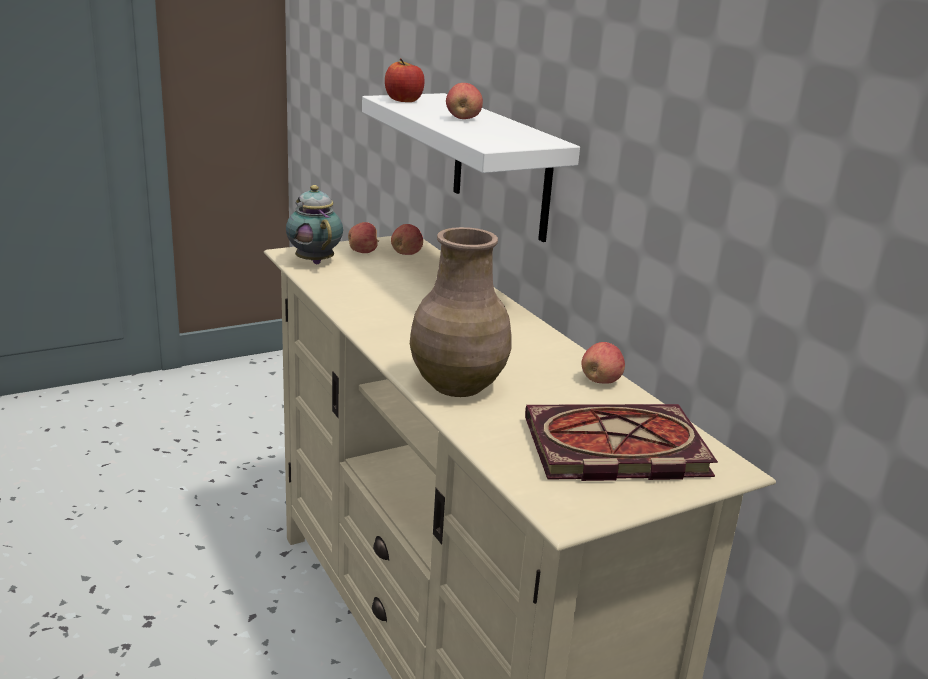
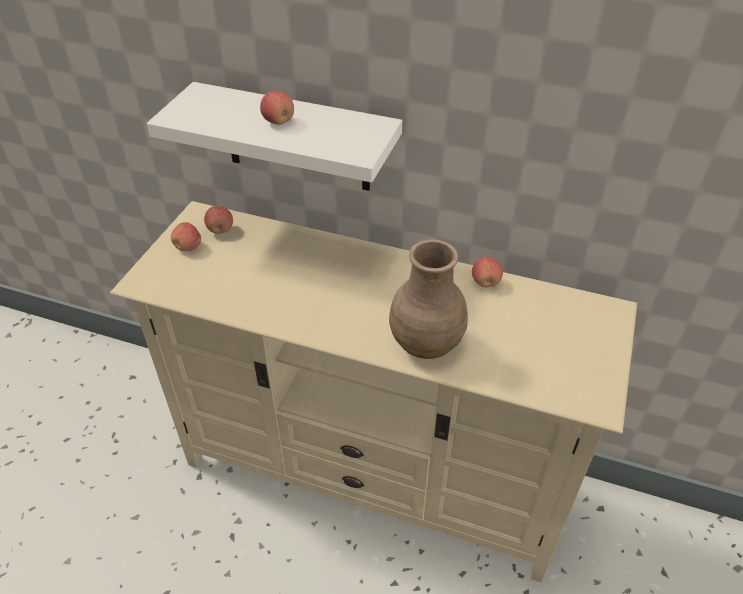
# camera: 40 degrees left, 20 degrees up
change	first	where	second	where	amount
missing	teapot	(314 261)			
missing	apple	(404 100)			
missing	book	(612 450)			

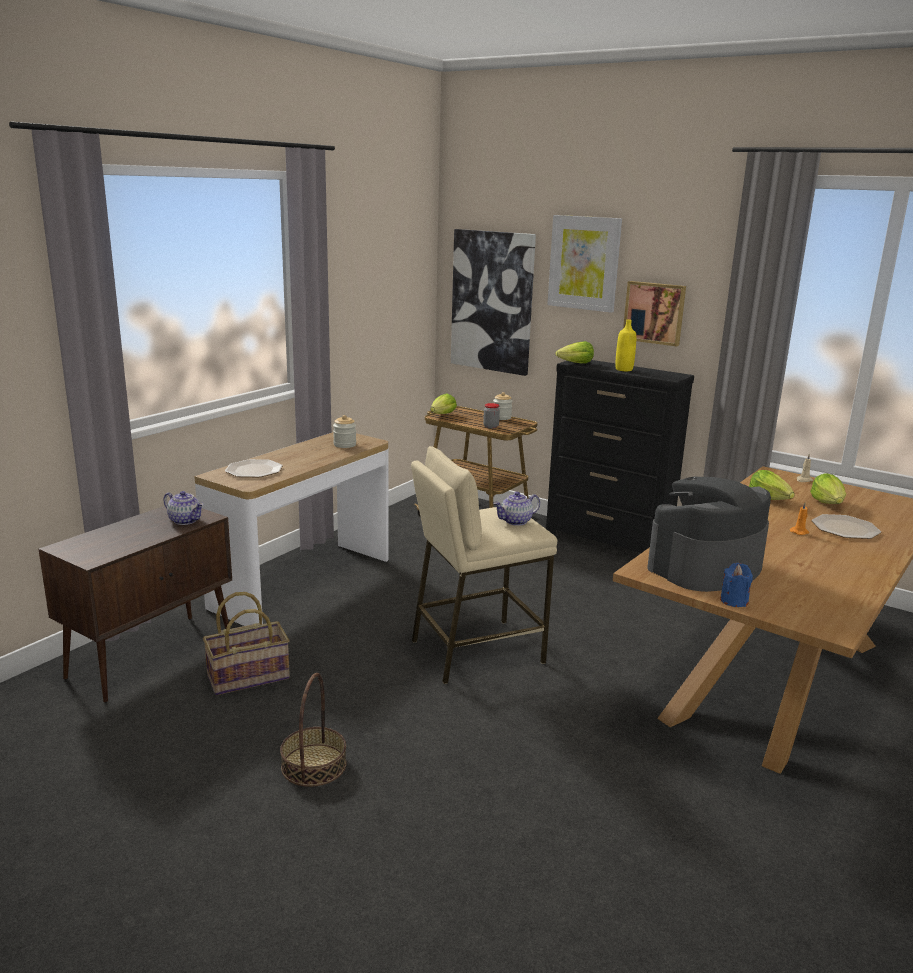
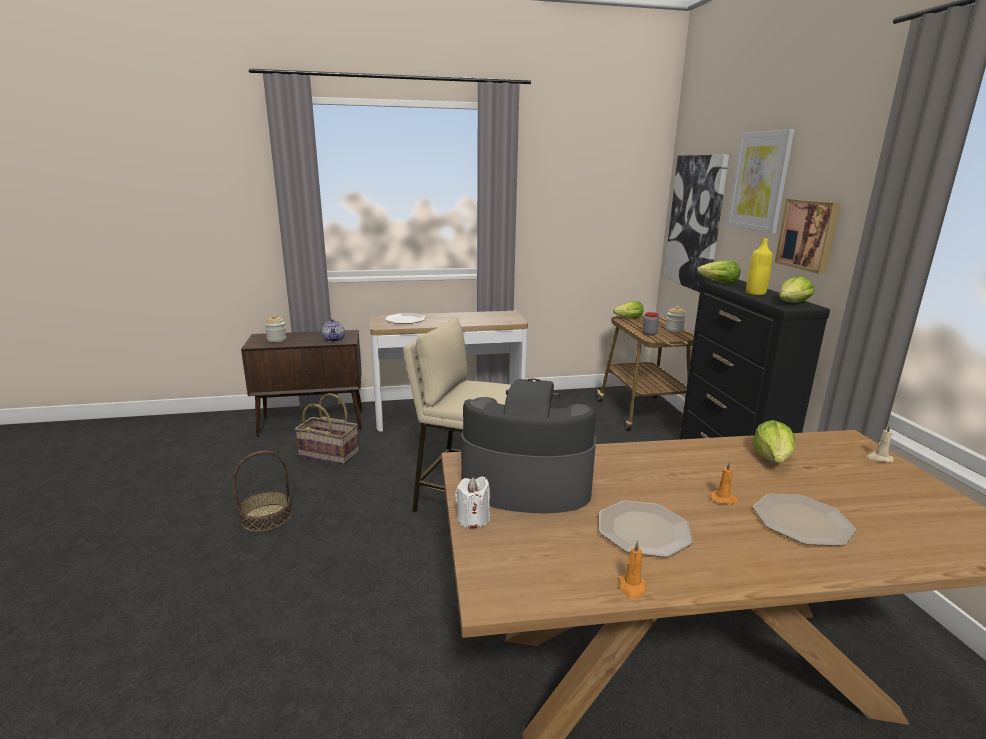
# camera: 45 degrees right, 0 degrees up
change	first	where	second	where	amount
missing	teapot	(516 521)			
appeared			plate	(643 529)	
appeared			candle in orange	(632 587)	
relocated	jar	(344 445)		(276 339)	
relocated	lettuce	(828 503)		(792 303)	
colour	candle in blue	(734 601)	candle in white	(473 519)	

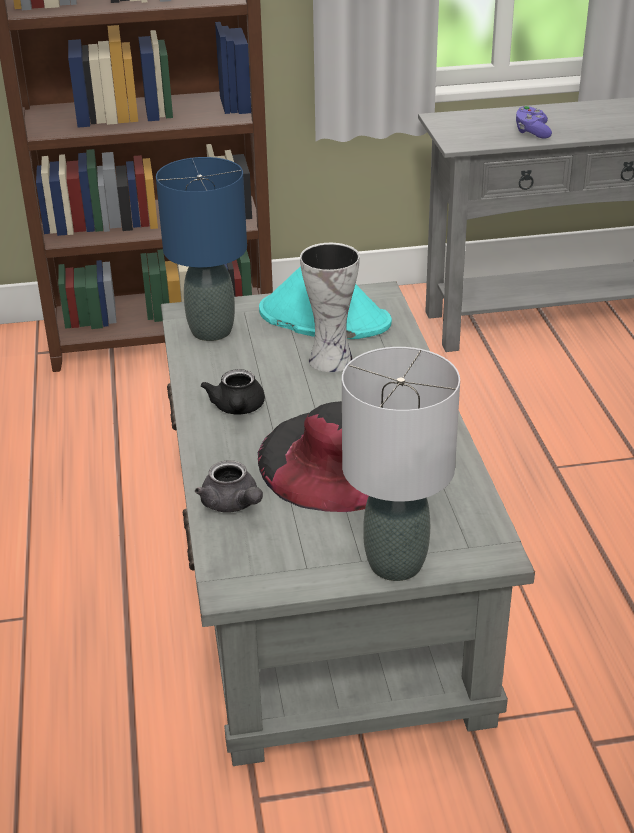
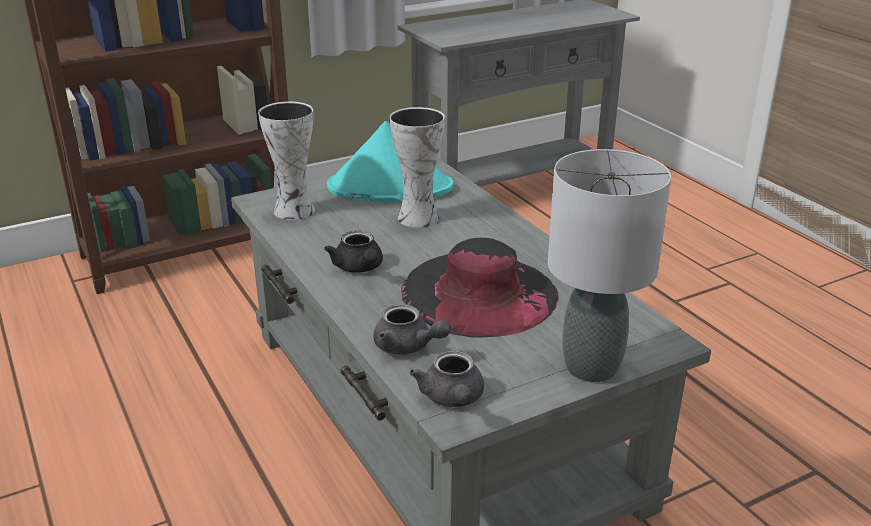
# camera: 20 degrees left, 5 degrees down
change	first	where	second	where	amount
missing	game controller in purple	(532 132)			
appeared			teapot in grey	(452 399)	
exchanged	table lamp in blue	(211 331)	vase	(293 212)	

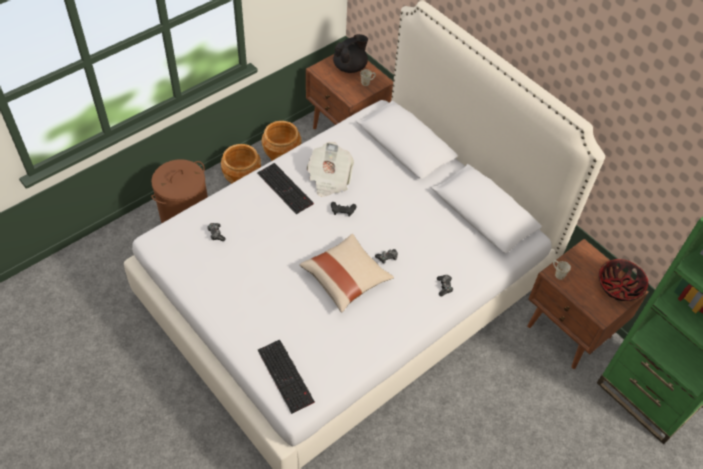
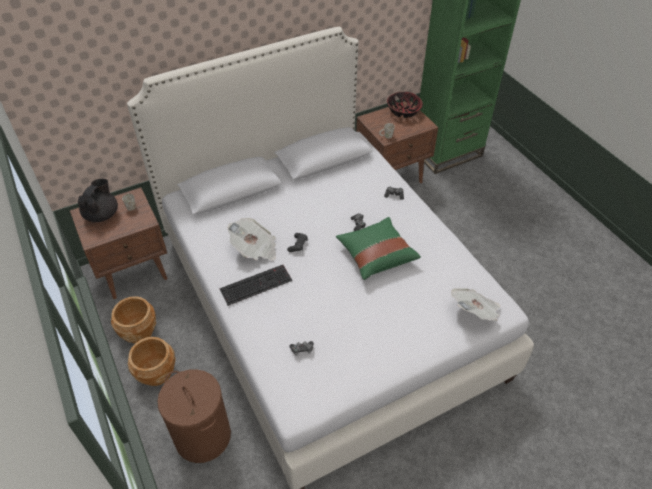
# camera: 75 degrees left, 5 degrees down
change	first	where	second	where	amount
exchanged	keyboard	(287 376)	newspaper	(475 312)	
colour	pillow in beige	(346 279)	pillow in green	(376 255)	
spun	teapot in black	(350 67)		(102 215)	45 degrees clockwise

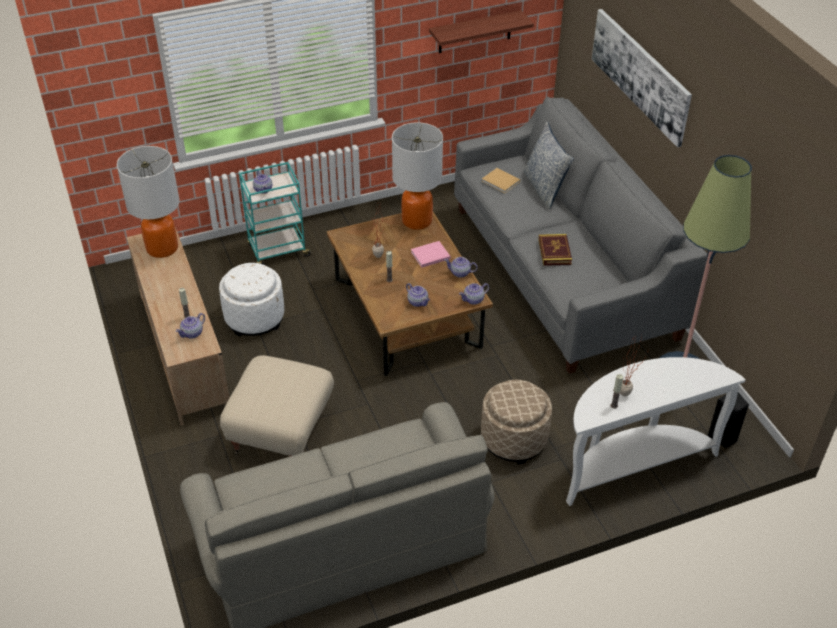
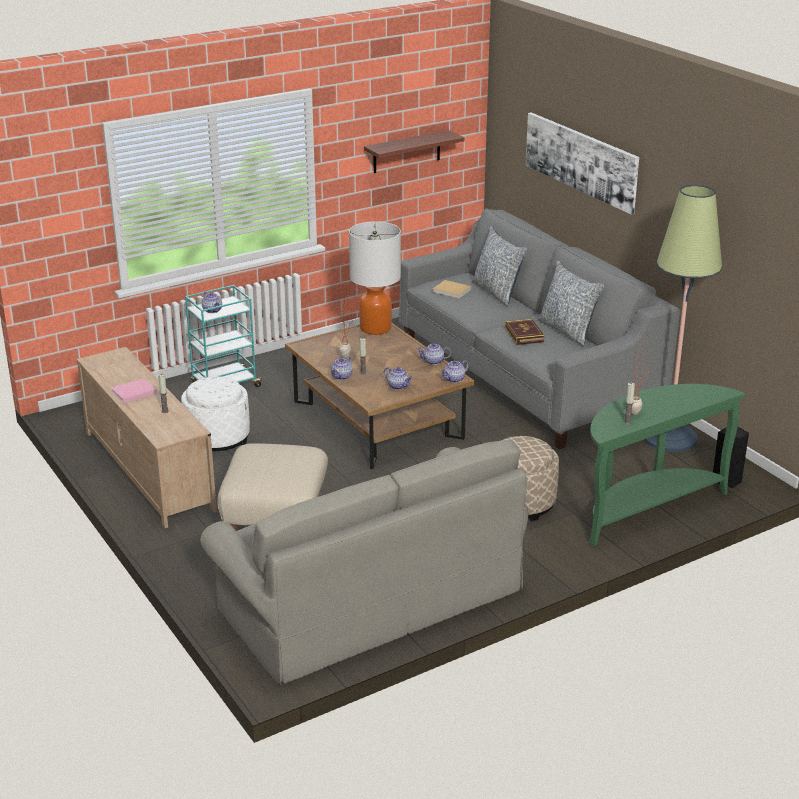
# camera: 10 degrees left, 15 degrees down
change	first	where	second	where	amount
missing	table lamp	(162 248)			
appeared			pillow	(568 331)	
relocated	teapot	(192 333)		(342 376)	
relocated	book in pink	(429 255)		(132 392)	
colour	console table in white	(633 463)	console table in green	(646 508)	

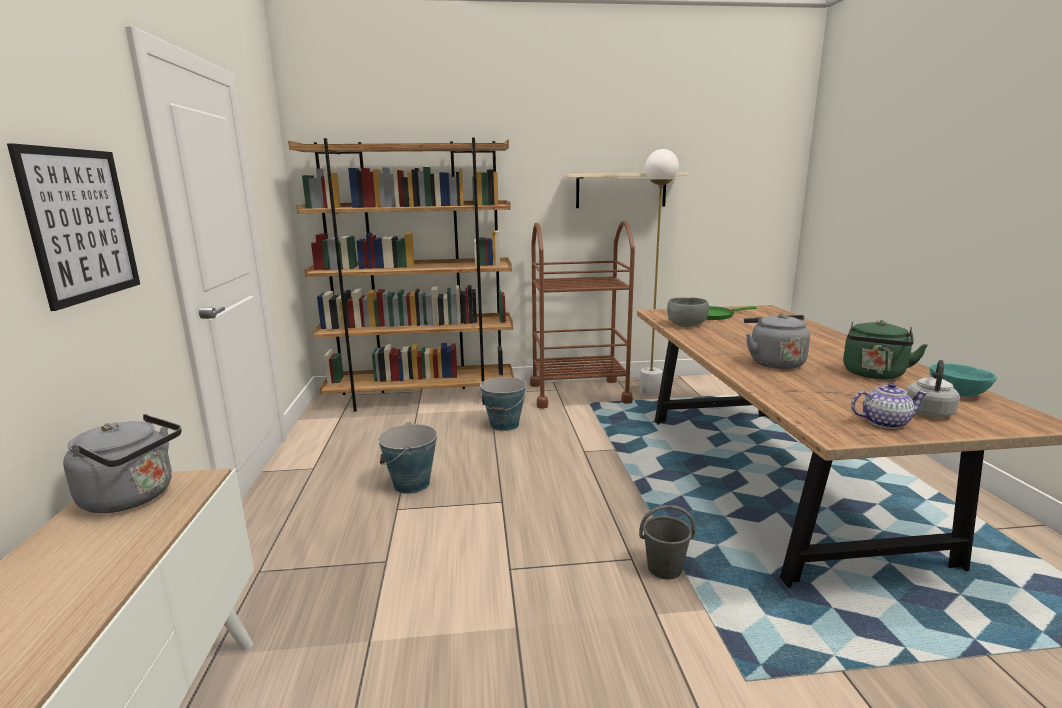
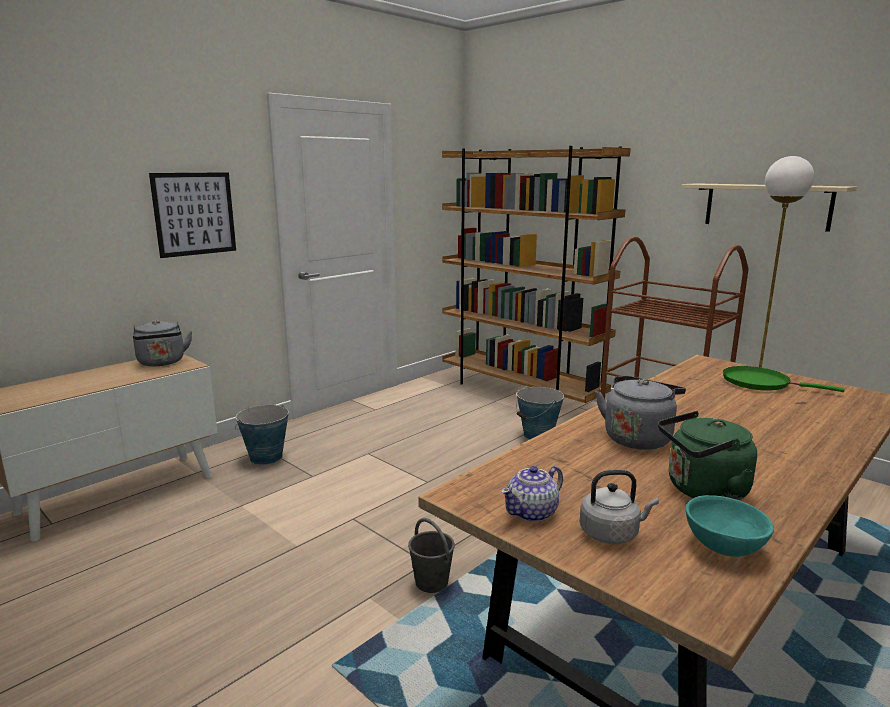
# camera: 50 degrees right, 0 degrees up
change	first	where	second	where	amount
missing	bowl in grey	(687 325)			
relocated	bucket	(411 484)		(266 457)	
spun	teapot	(884 422)		(532 512)	90 degrees clockwise

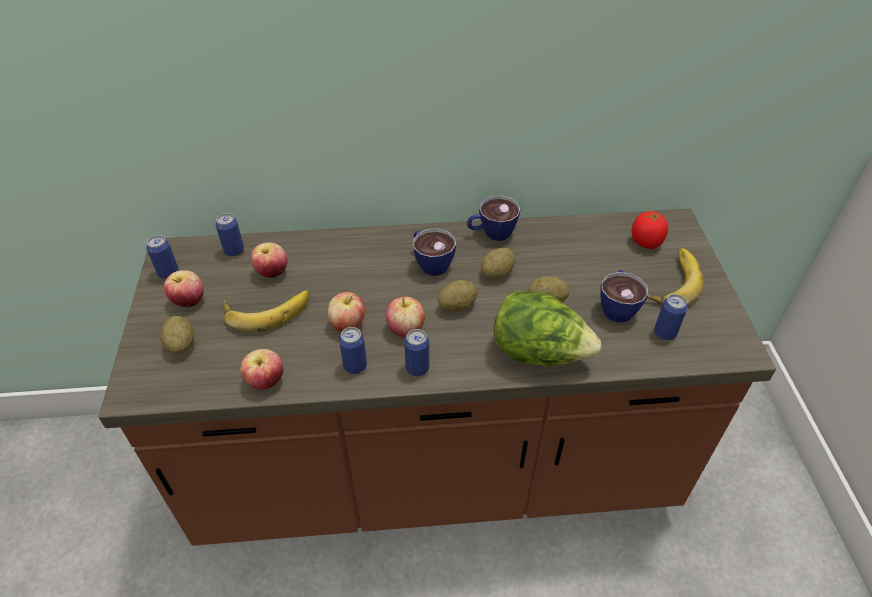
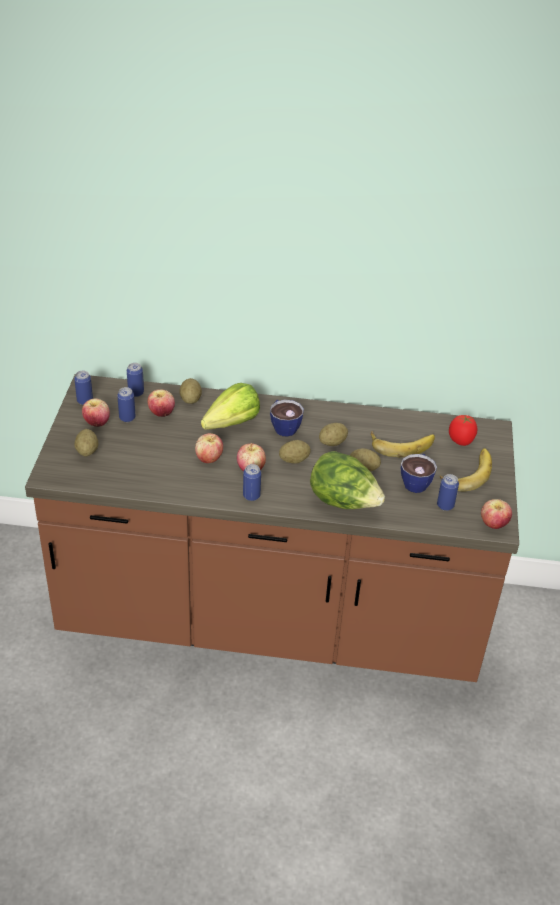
# camera: 10 degrees right, 5 degrees down
change	first	where	second	where	amount
missing	cup	(491 233)			
appeared			potato	(190 399)	
appeared			lettuce	(227 425)	
relocated	banana	(267 309)		(401 443)	
relocated	apple	(266 381)		(493 524)	
relocated	can	(355 366)		(127 418)	

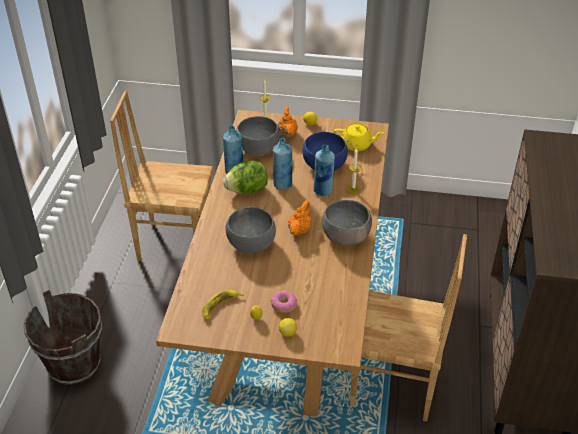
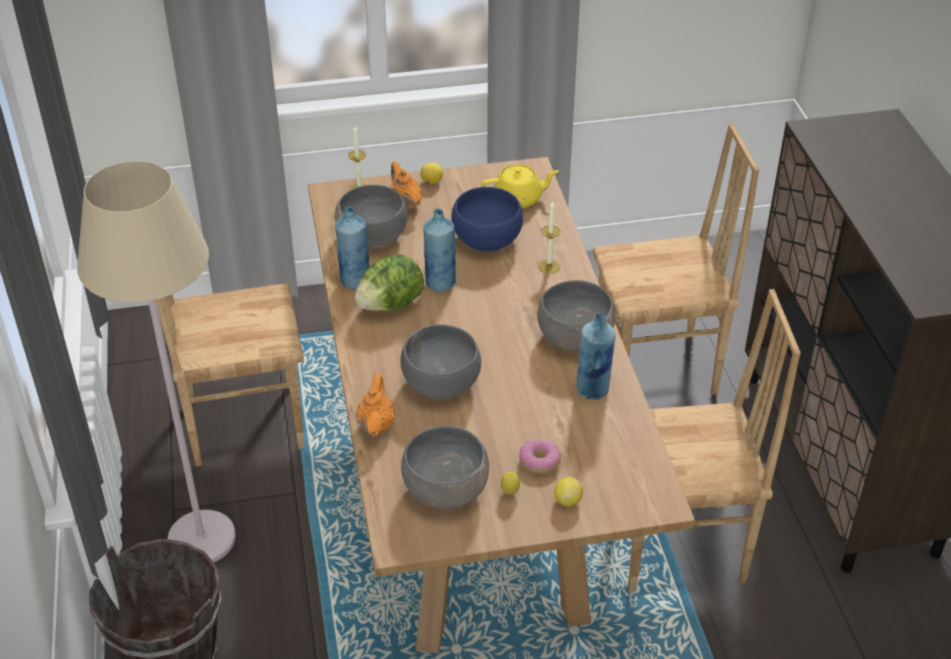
# camera: 20 degrees left, 0 degrees up
change	first	where	second	where	amount
appeared			floor lamp in beige	(202 538)	
appeared			chair in brown	(657 371)	
relocated	teapot in orange	(299 230)		(376 424)	
relocated	bottle in blue	(323 191)		(593 390)	
exchanged	banana	(220 306)	bowl in grey	(446 490)	

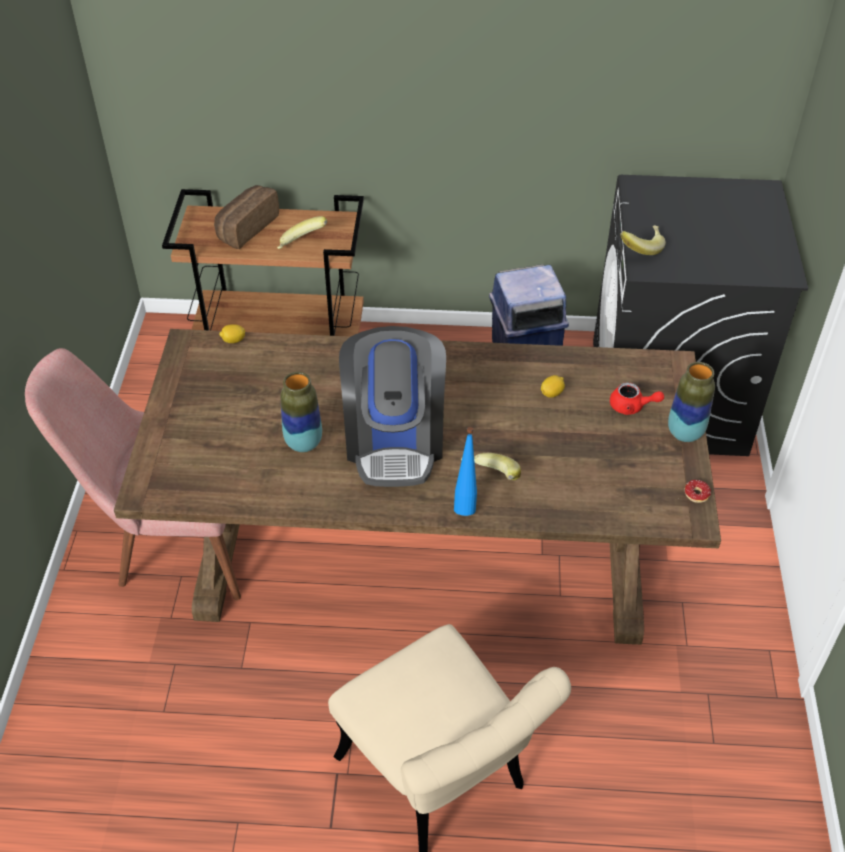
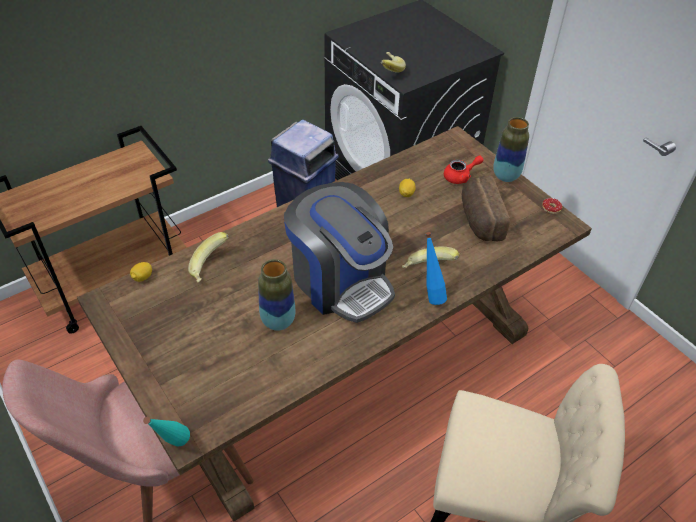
# camera: 40 degrees left, 0 degrees up
change	first	where	second	where	amount
appeared			bottle in turquoise	(173 448)	
relocated	bread	(245 227)		(479 220)	
relocated	banana	(302 245)		(210 267)	

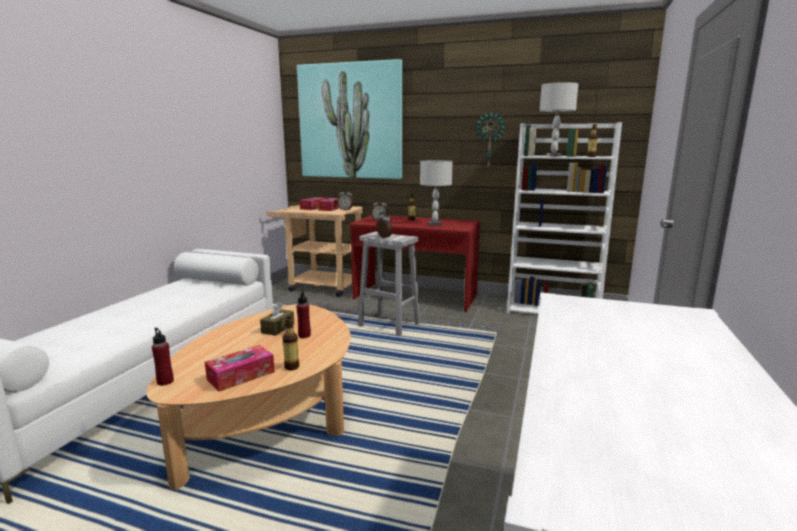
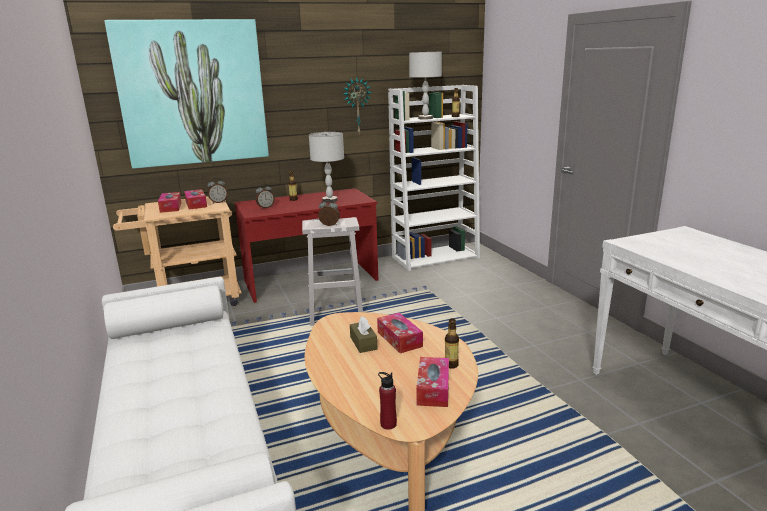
# camera: 40 degrees left, 5 degrees up
change	first	where	second	where	amount
exchanged	bottle in red	(304 335)	tissue box	(399 339)	

